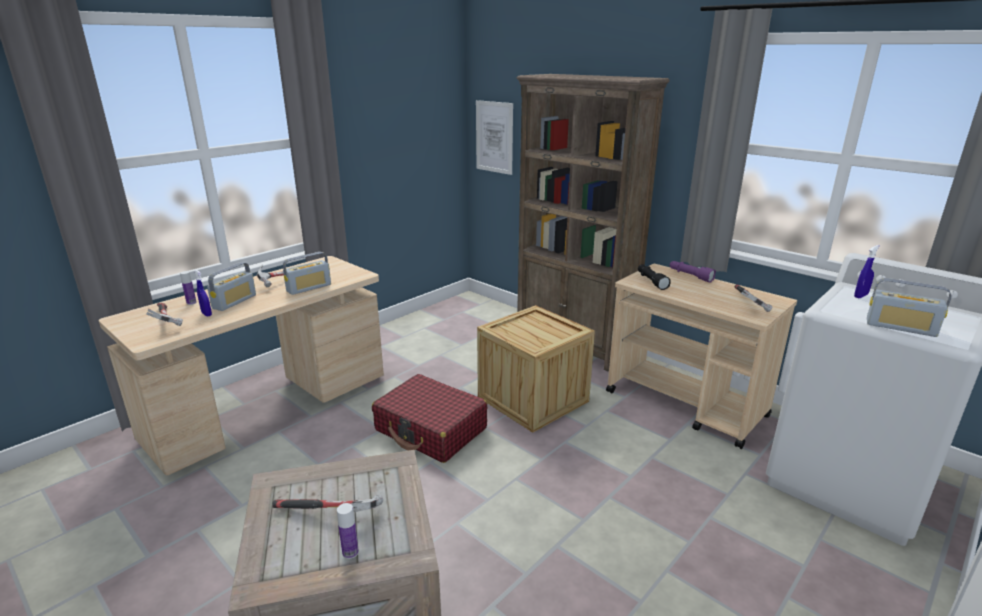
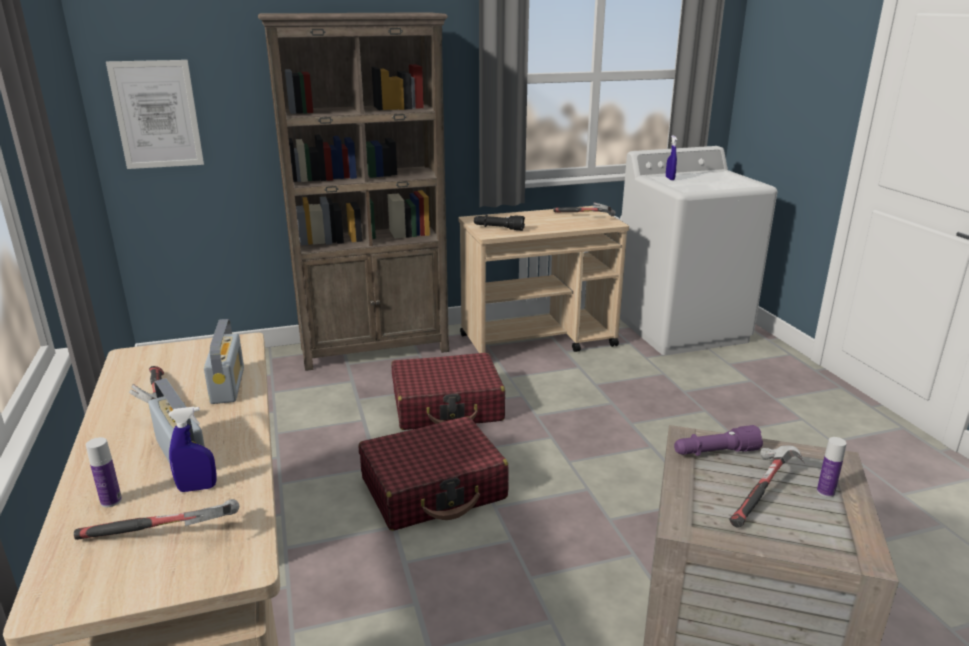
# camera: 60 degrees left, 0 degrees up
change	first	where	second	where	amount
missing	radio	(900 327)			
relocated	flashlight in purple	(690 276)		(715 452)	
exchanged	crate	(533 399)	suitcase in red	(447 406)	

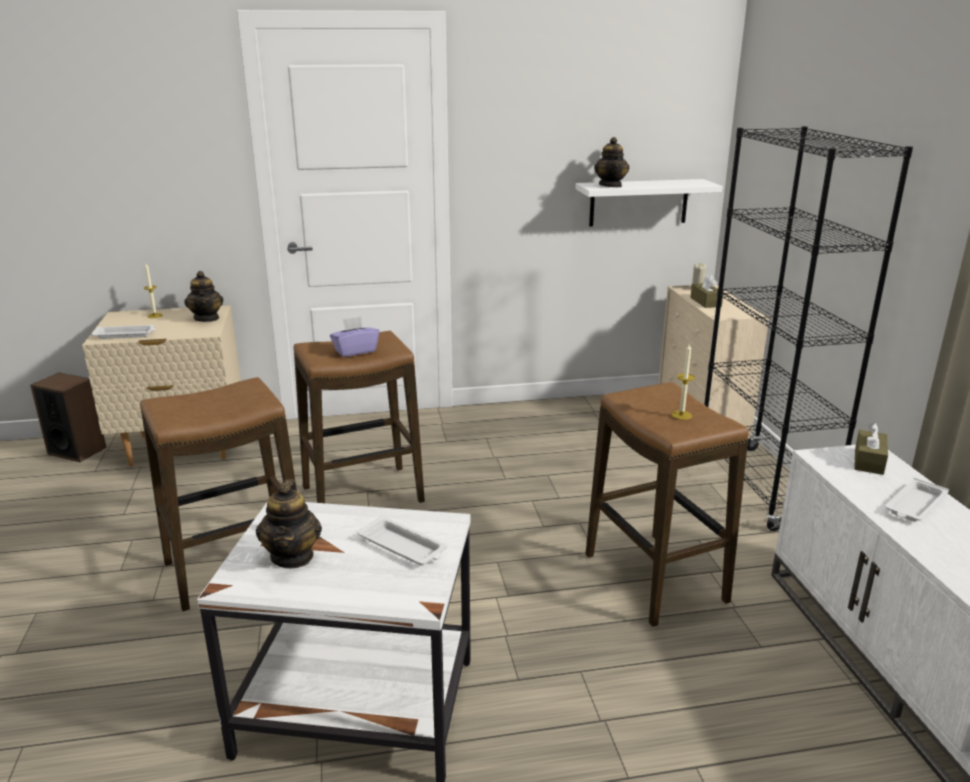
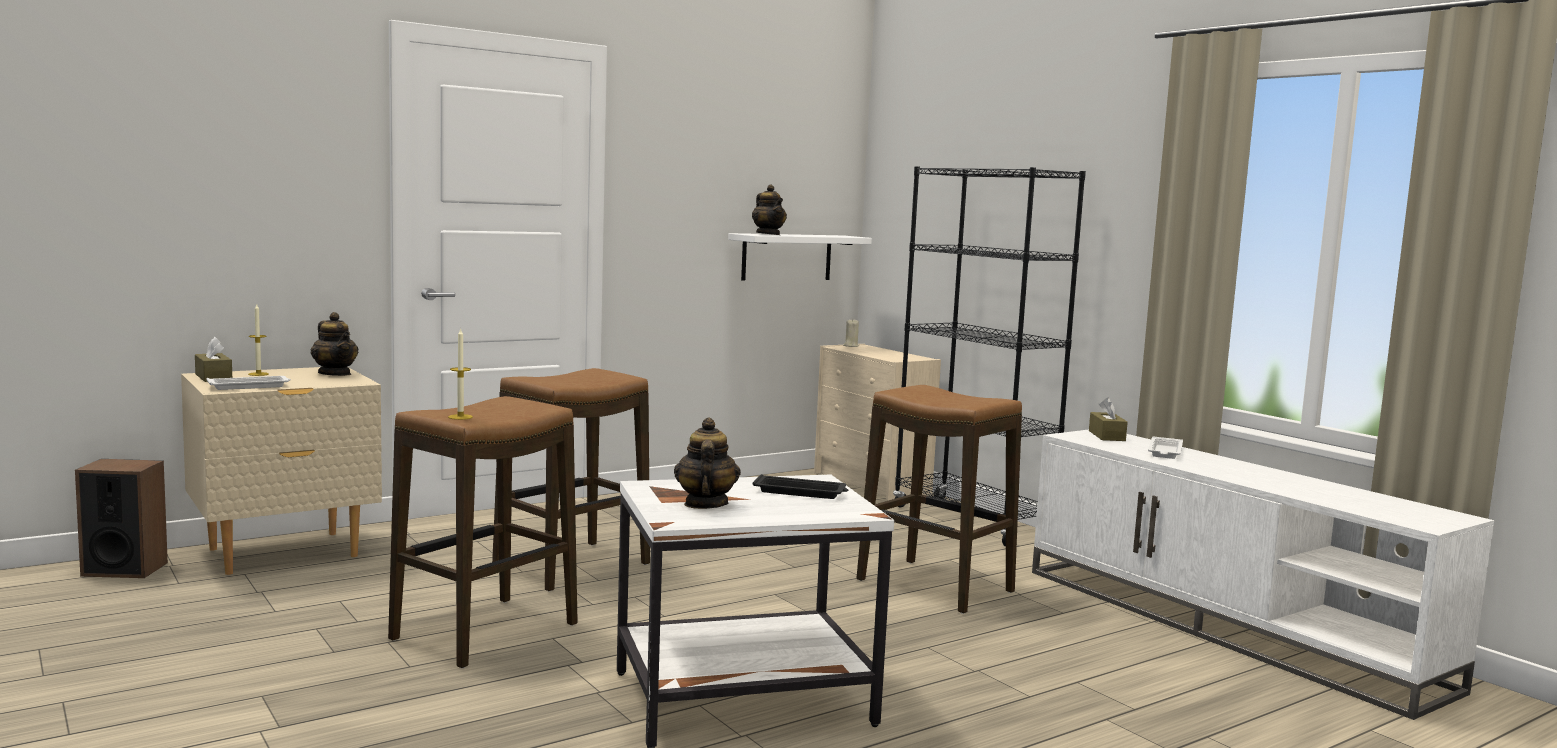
# camera: 25 degrees left, 15 degrees down
change	first	where	second	where	amount
missing	tissue box in purple	(355 351)			
relocated	candle	(681 415)		(460 417)	
relocated	tissue box in brown	(705 302)		(213 377)	
colour	tray in white	(403 547)	tray in black	(801 492)	
spun	teapot	(292 556)		(705 504)	150 degrees counterclockwise

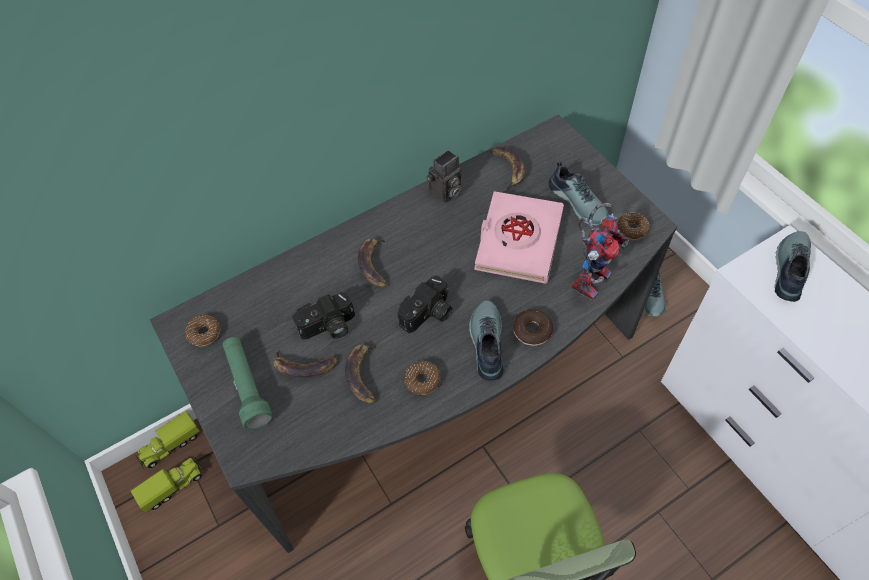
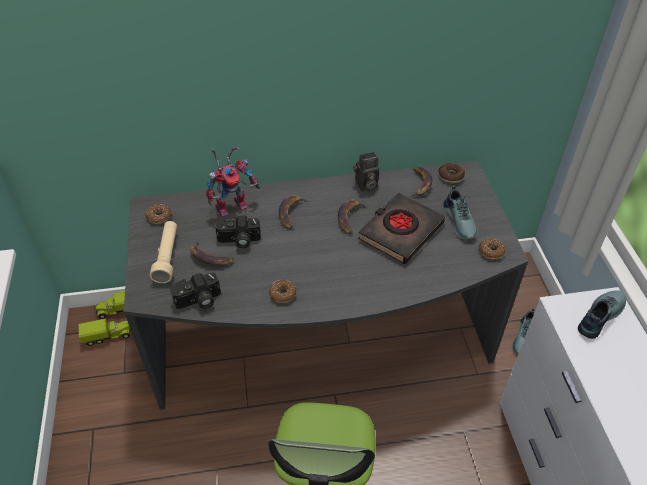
# camera: 20 degrees right, 10 degrees down
change	first	where	second	where	amount
missing	shoe	(485 343)			
relocated	banana	(363 374)		(350 217)	
relocated	photo camera	(428 314)		(198 301)	
relocated	donut	(532 331)		(450 176)	
relocated	toy robot	(590 276)		(233 205)	
colour	flashlight in green	(247 386)	flashlight in beige	(167 257)	
colour	book in pink	(518 241)	book in black	(400 231)	

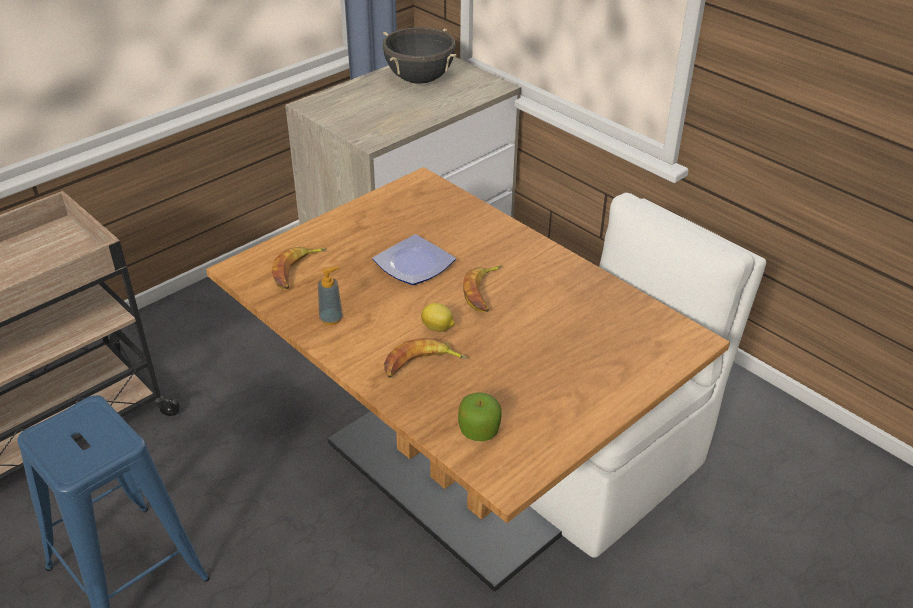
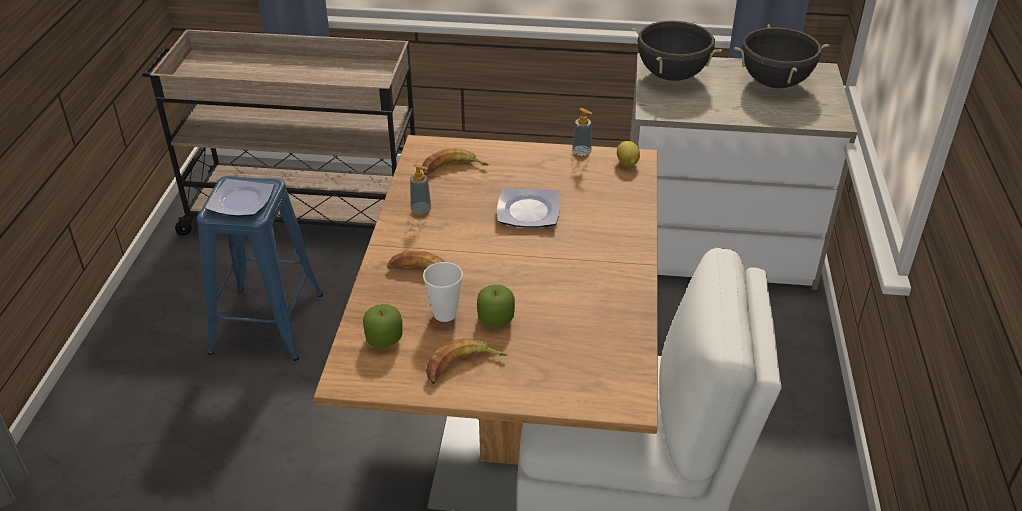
# camera: 50 degrees right, 0 degrees up
change	first	where	second	where	amount
appeared			plate	(240 201)	
appeared			cup	(445 314)	
appeared			apple	(495 318)	
appeared			soap dispenser	(581 153)	
appeared			cooking pot in black	(672 76)	
relocated	lemon	(438 328)		(627 163)	
relocated	banana	(483 292)		(462 366)	

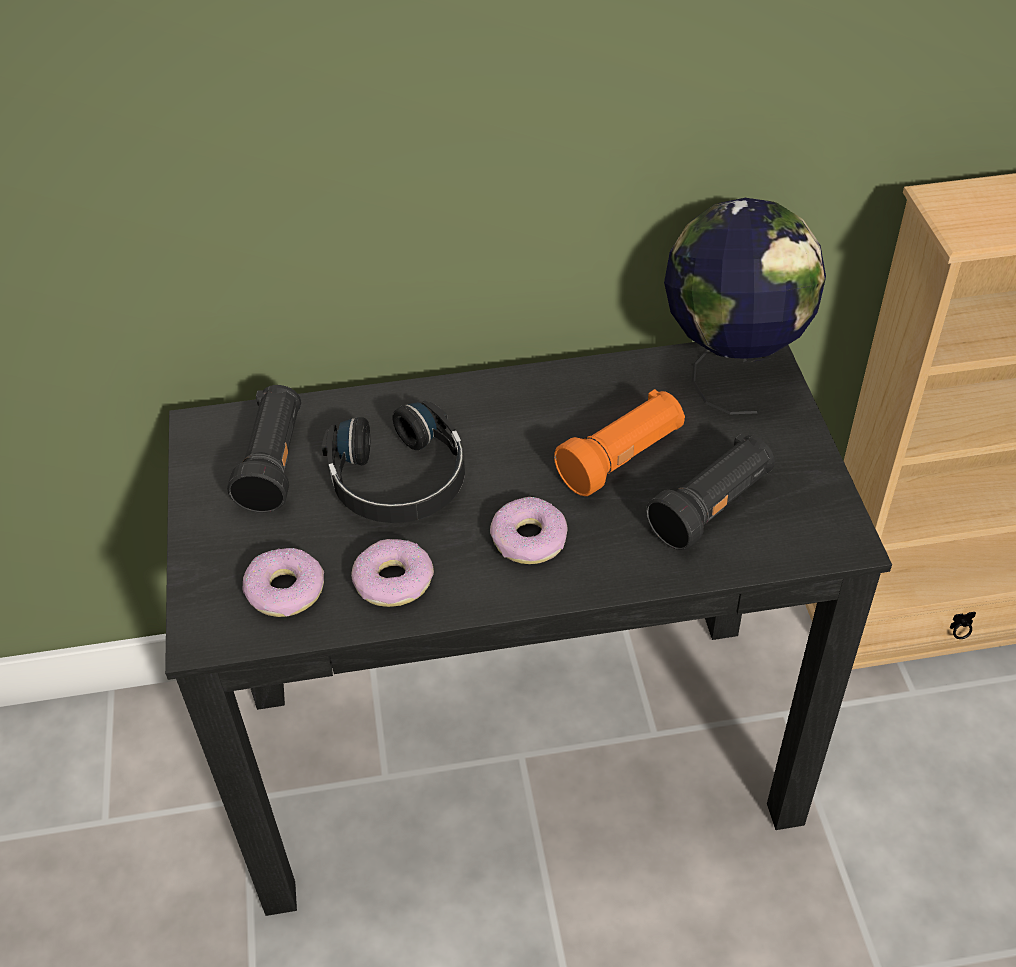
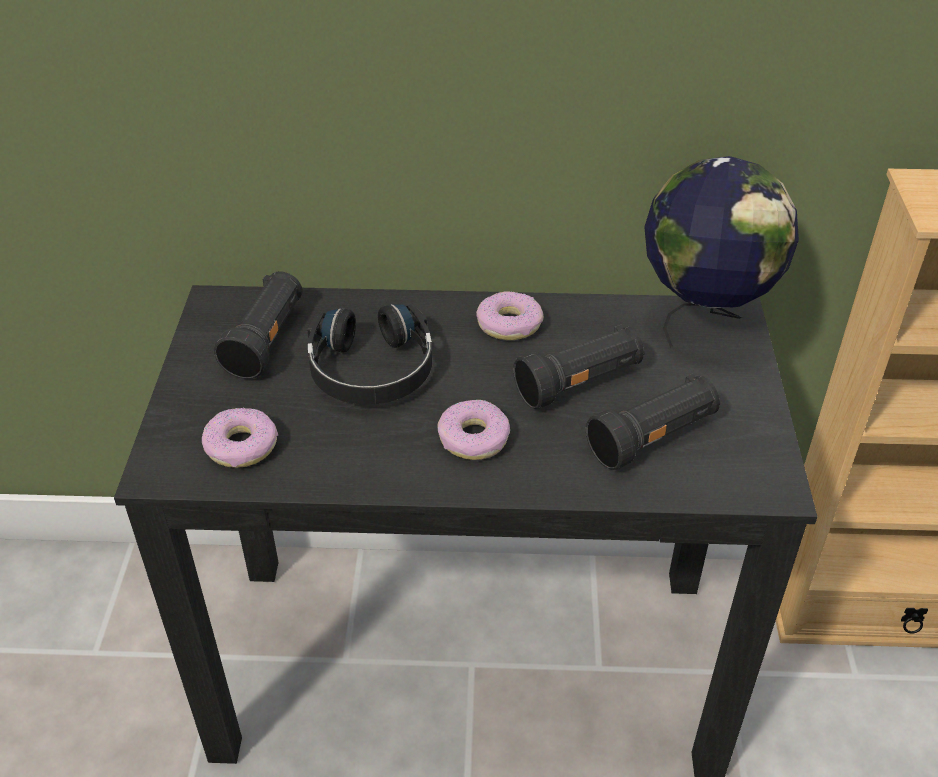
# camera: 10 degrees right, 5 degrees down
change	first	where	second	where	amount
relocated	donut	(393 581)		(509 324)	
colour	flashlight in orange	(622 458)	flashlight in black	(579 383)	

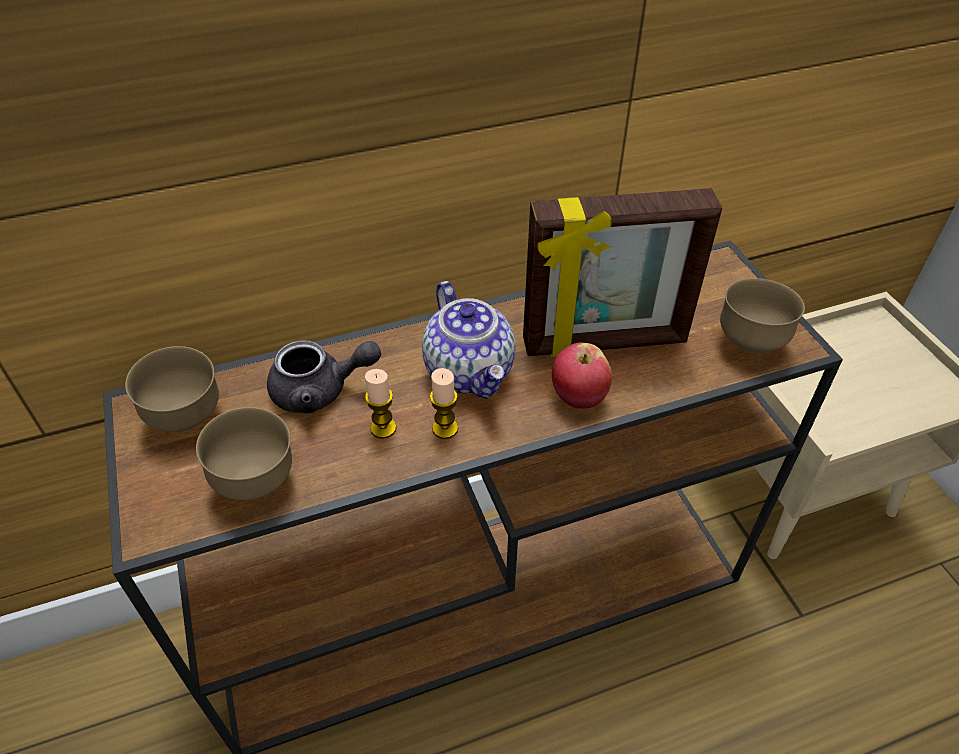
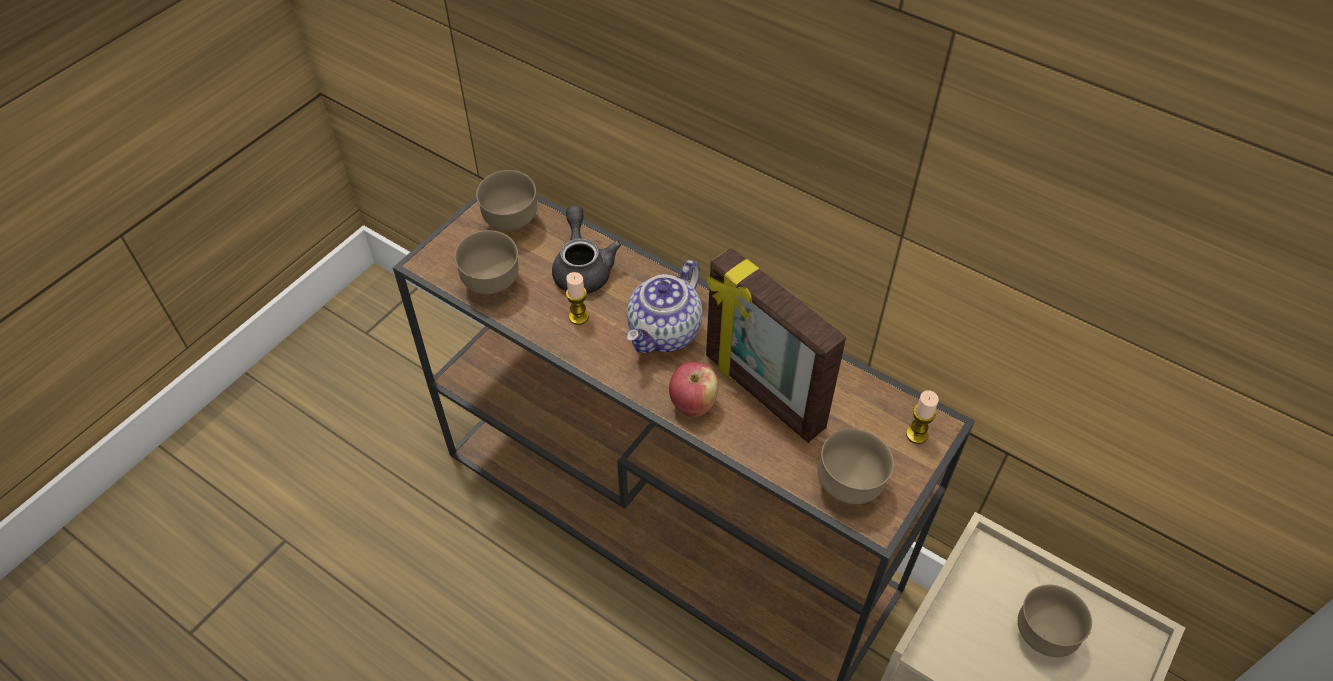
# camera: 55 degrees right, 5 degrees up
change	first	where	second	where	amount
appeared			bowl in brown	(1043 634)	
relocated	candle	(445 428)		(916 434)	
spun	teapot in grey	(320 391)		(582 268)	150 degrees counterclockwise

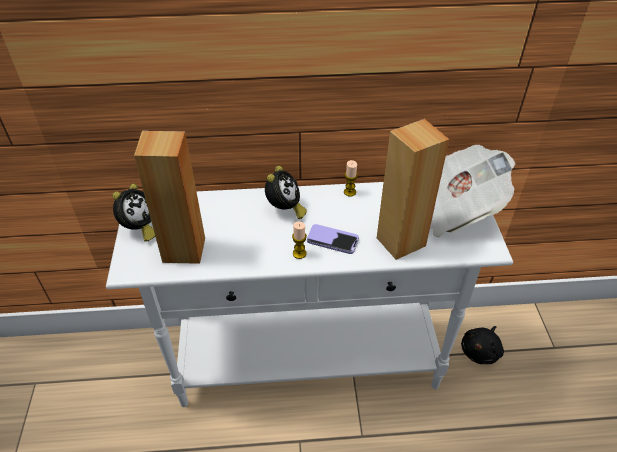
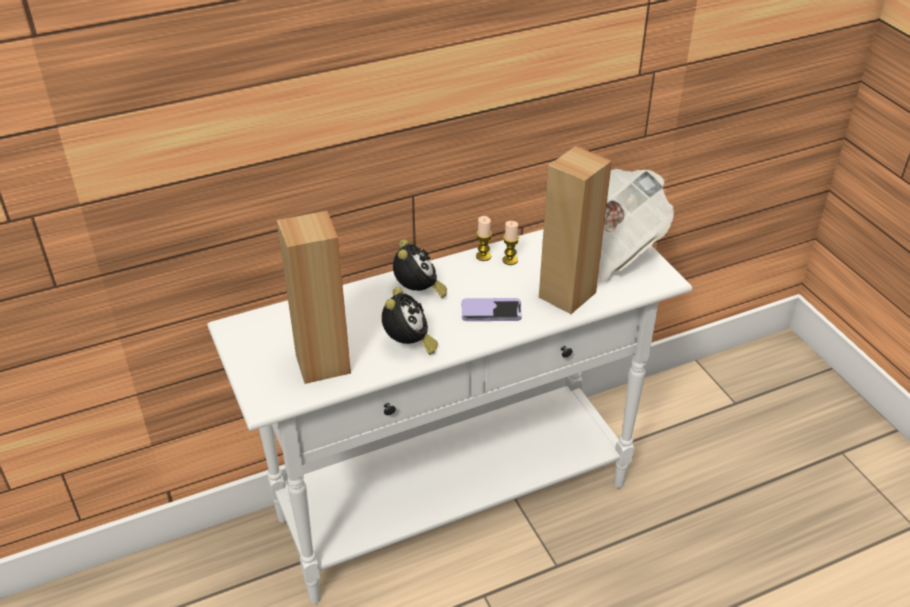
# camera: 20 degrees left, 5 degrees down
change	first	where	second	where	amount
missing	plush toy in black	(480 351)			
relocated	alarm clock	(139 229)		(408 344)	
relocated	candle	(299 253)		(510 260)	

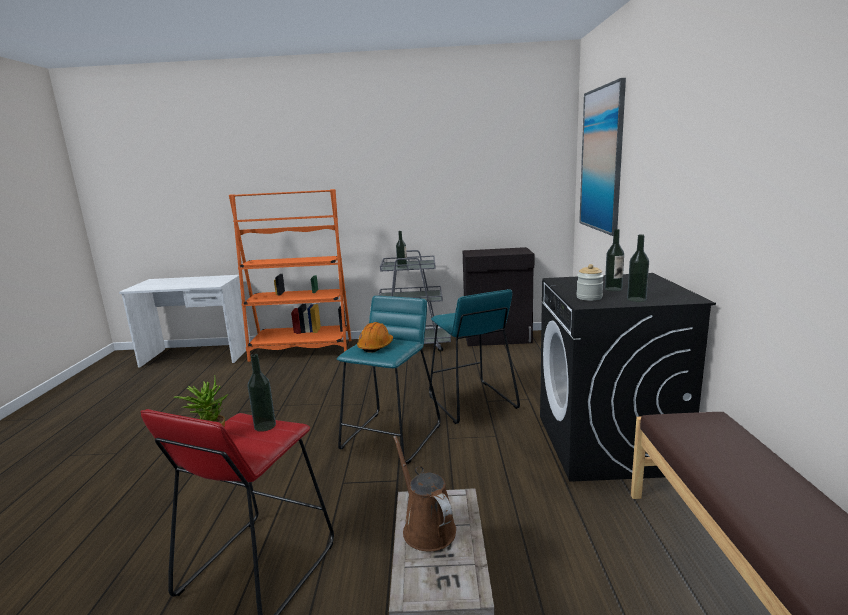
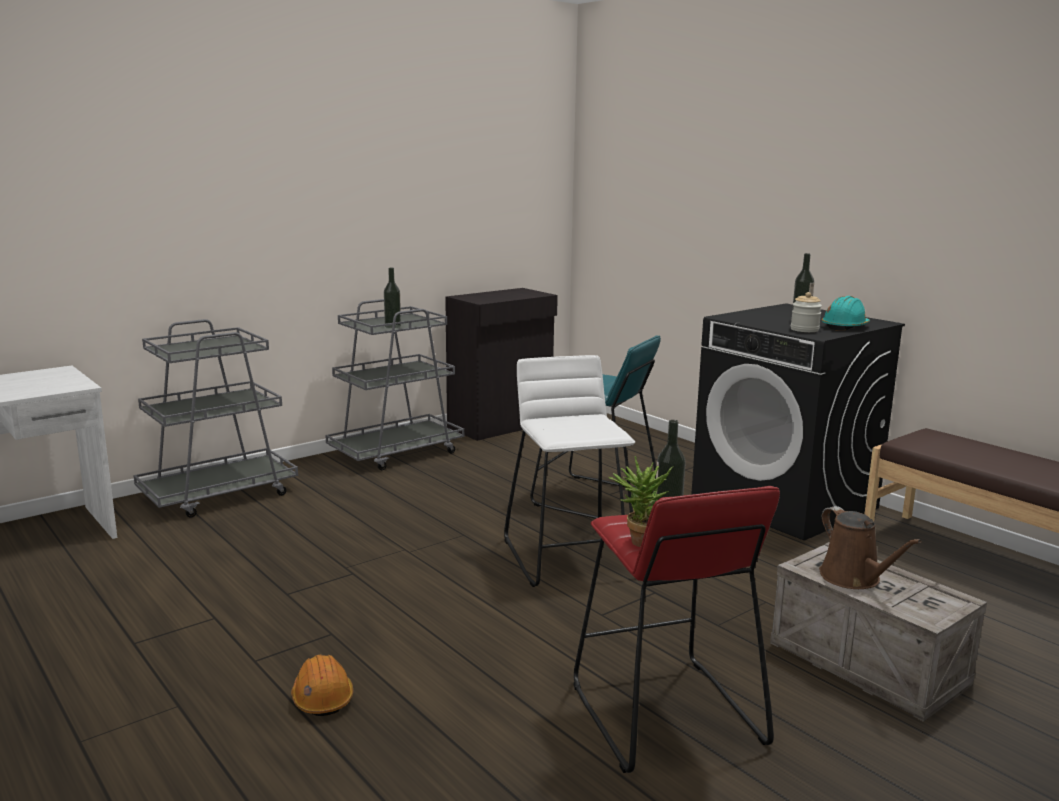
# camera: 40 degrees left, 0 degrees up
change	first	where	second	where	amount
missing	picture	(601 160)			
relocated	hard hat in orange	(376 346)		(322 698)	
exchanged	bookcase in orange	(302 350)	cart in grey	(219 494)	
exchanged	bottle	(636 299)	hard hat in turquoise	(845 327)	
colour	stool in turquoise	(392 437)	stool in white	(570 557)	
spun	watering can in brown	(426 527)		(854 578)	135 degrees counterclockwise

